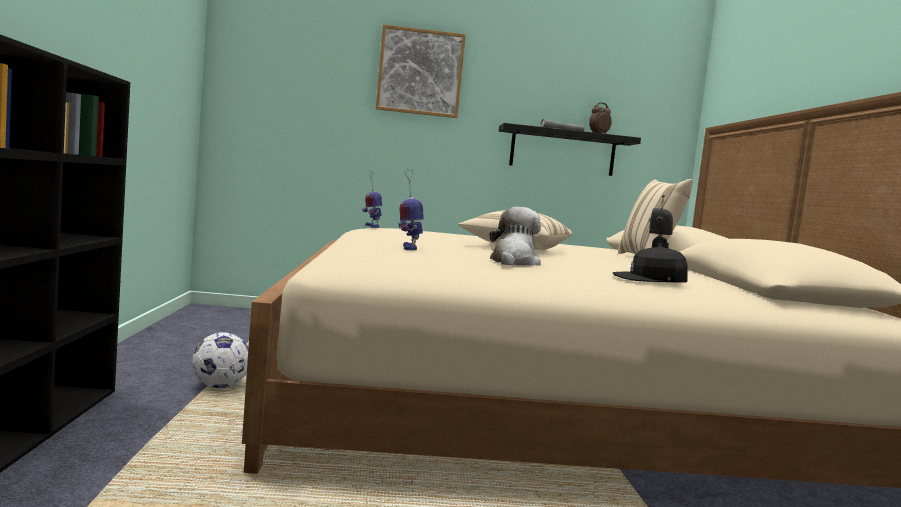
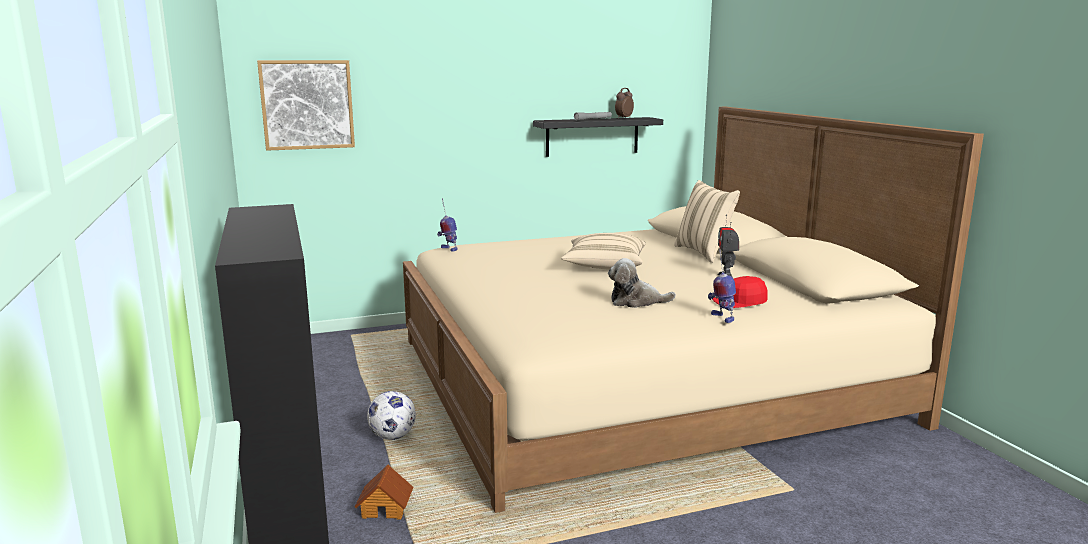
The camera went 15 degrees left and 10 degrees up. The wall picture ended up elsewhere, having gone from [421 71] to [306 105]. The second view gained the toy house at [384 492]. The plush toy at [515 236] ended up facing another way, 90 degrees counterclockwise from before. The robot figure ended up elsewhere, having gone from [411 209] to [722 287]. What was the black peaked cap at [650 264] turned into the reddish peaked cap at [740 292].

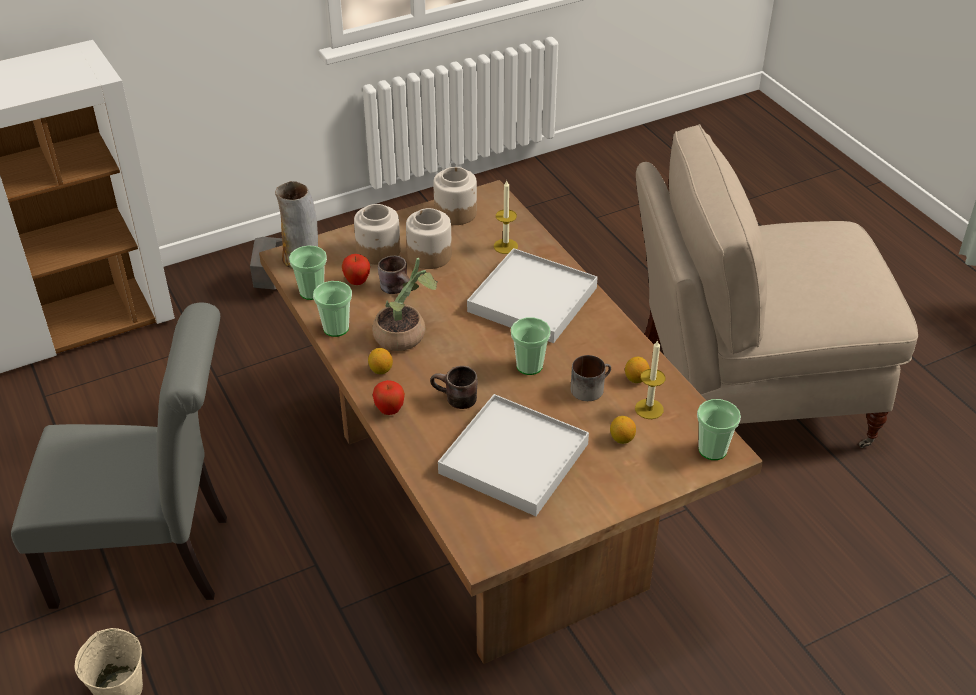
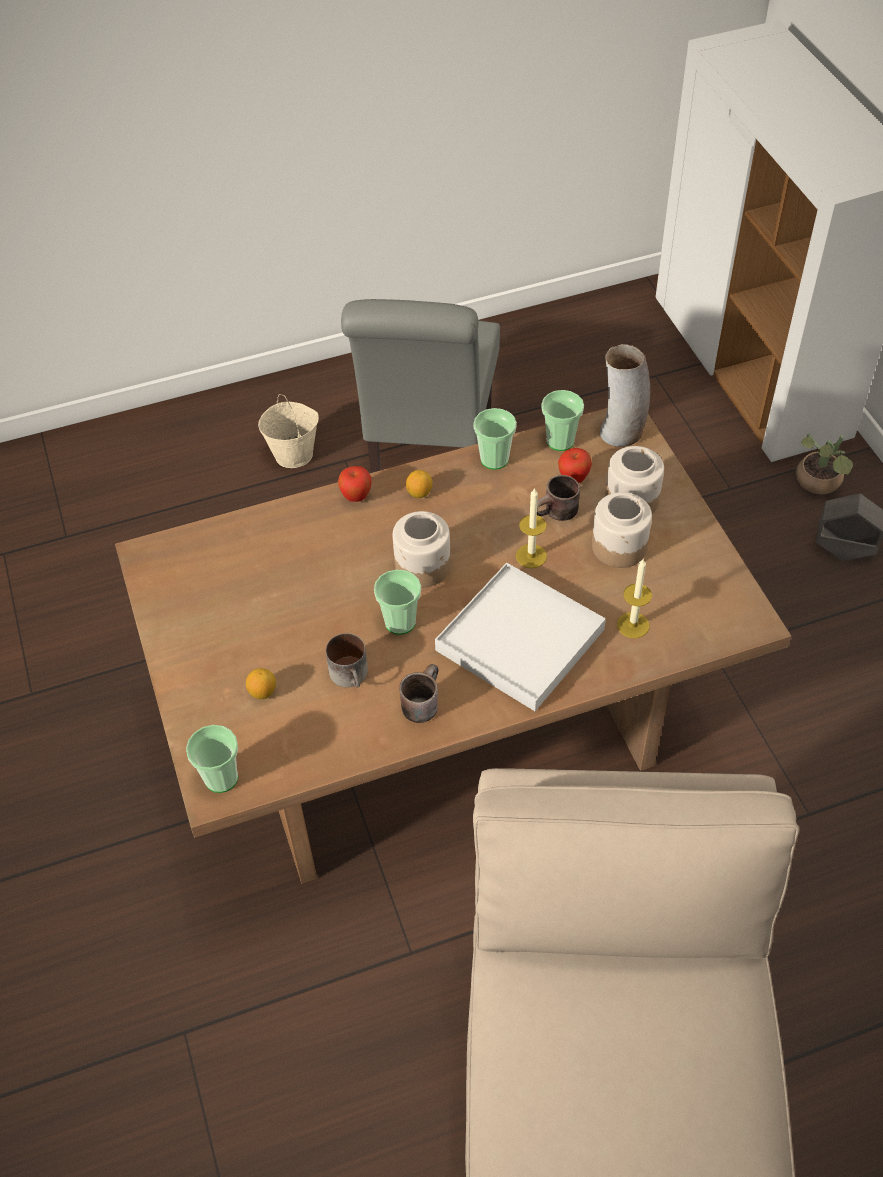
The camera went 100 degrees right and 10 degrees up. The preserve jar ended up elsewhere, having gone from [455 196] to [422 549]. The brownish coffee mug ended up elsewhere, having gone from [453 387] to [418 693]. The candle ended up elsewhere, having gone from [650 379] to [531 528]. The plant in a pot ended up elsewhere, having gone from [405 304] to [824 463]. The second view lost the white carrying tray at [513 455]. The second view lost the lemon at [637 370].

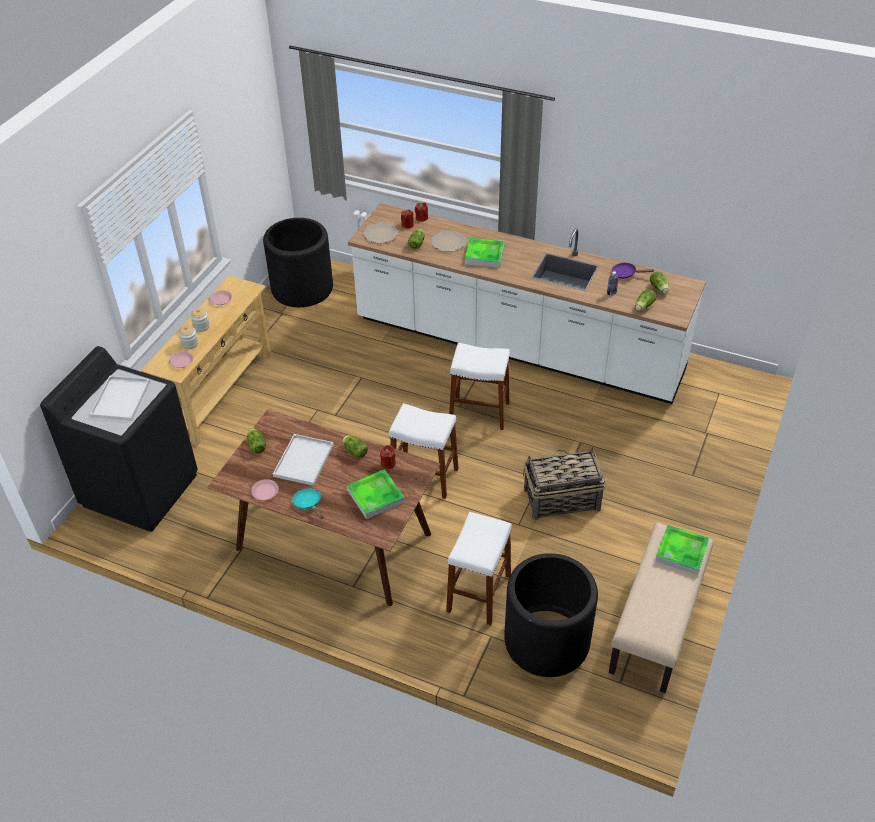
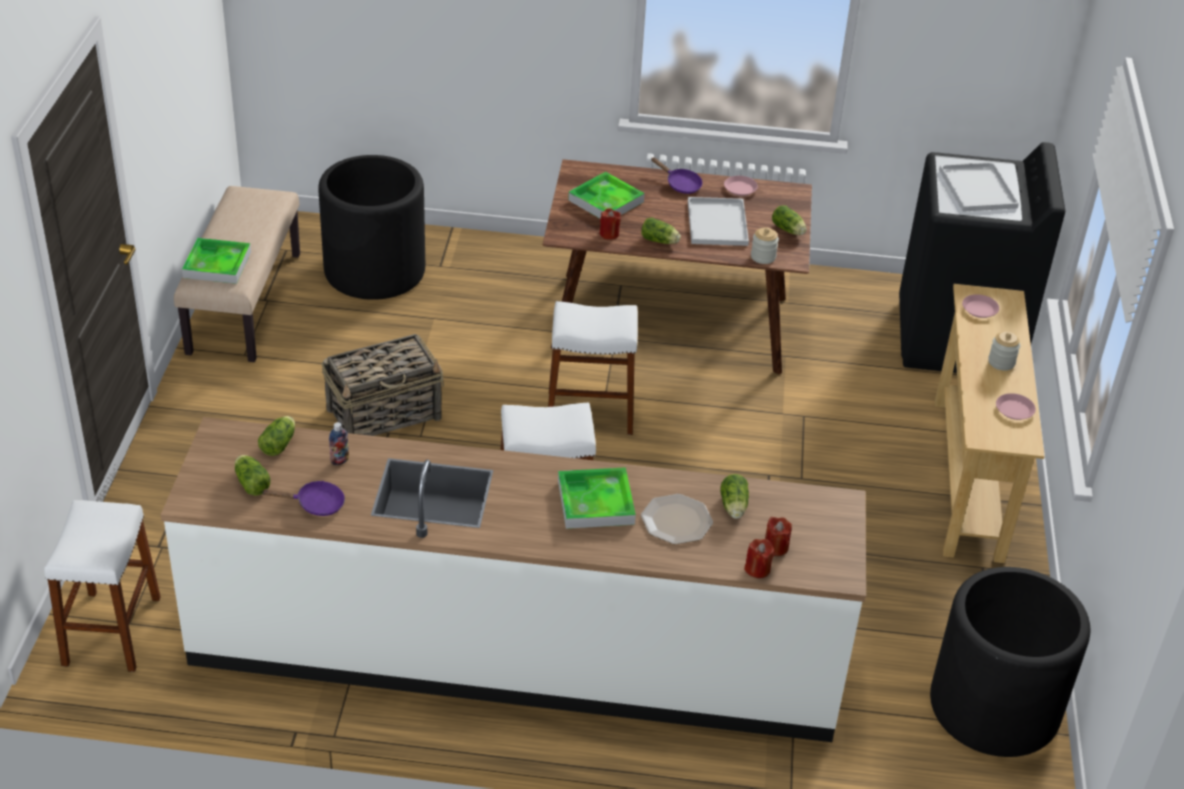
The camera went 160 degrees right and 5 degrees down. The white stool seat ended up elsewhere, having gone from [479 568] to [102 586]. What was the turquoise-coloured skillet at [308 503] turned into the purple-coloured skillet at [676 175]. The preserve jar ended up elsewhere, having gone from [188 337] to [765 246]. The second view lost the dinner plate at [381 233].

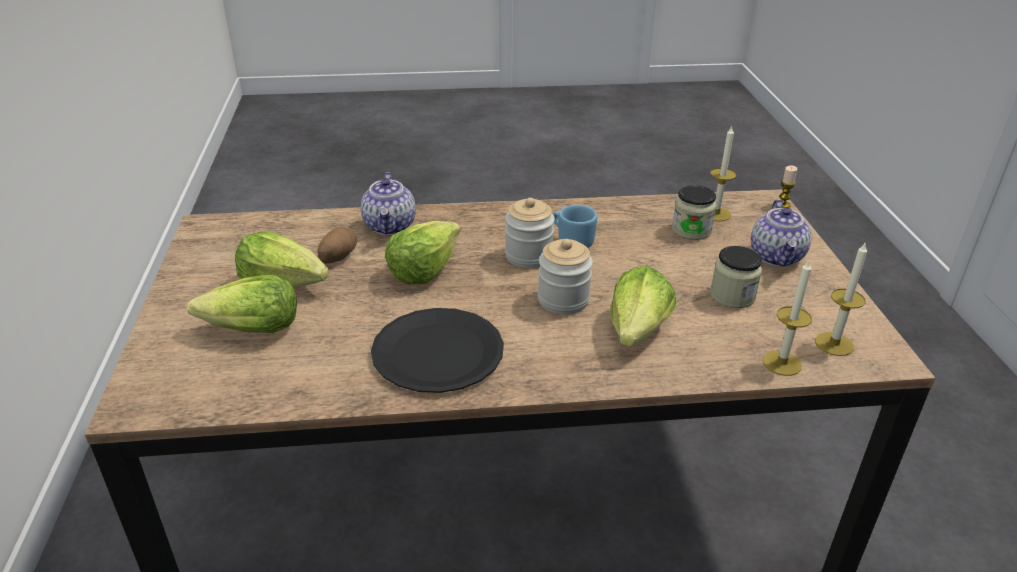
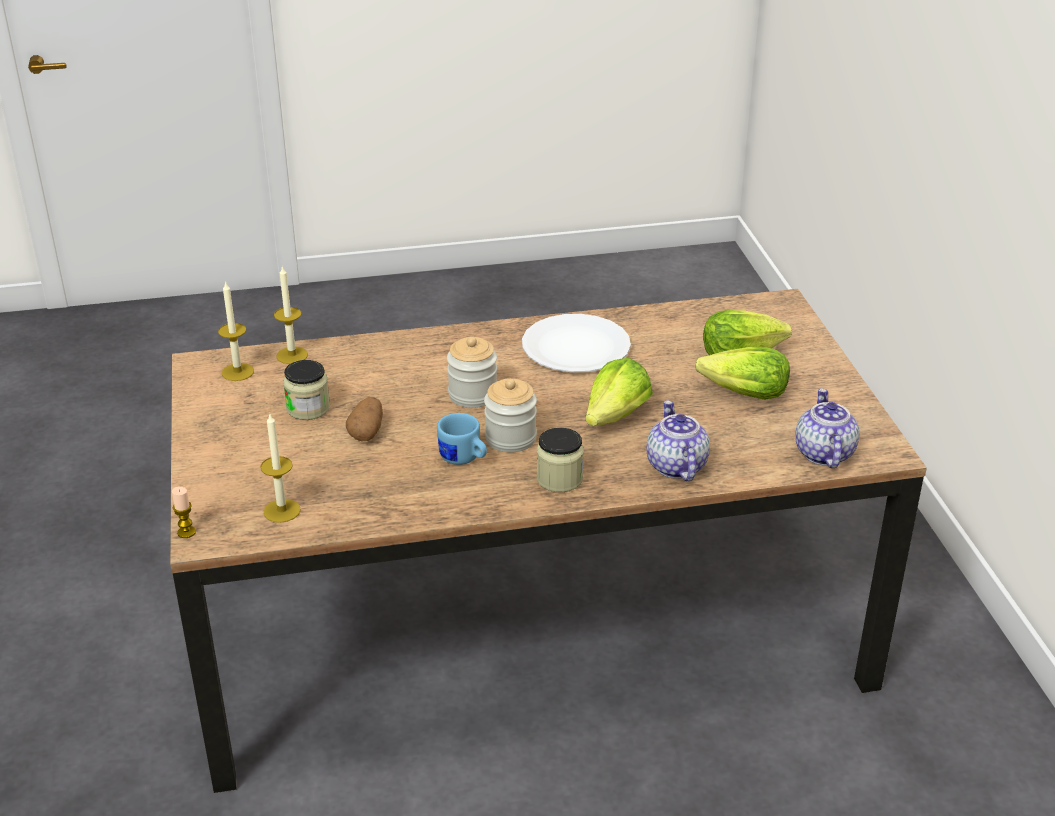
The camera went 175 degrees right and 0 degrees up. The potato ended up elsewhere, having gone from [337 245] to [364 419]. What was the black dinner plate at [437 350] turned into the white dinner plate at [576 343]. The preserve jar ended up elsewhere, having gone from [694 212] to [560 460]. The pot for tea ended up elsewhere, having gone from [781 233] to [827 428]. The second view lost the head of lettuce at [643 306].

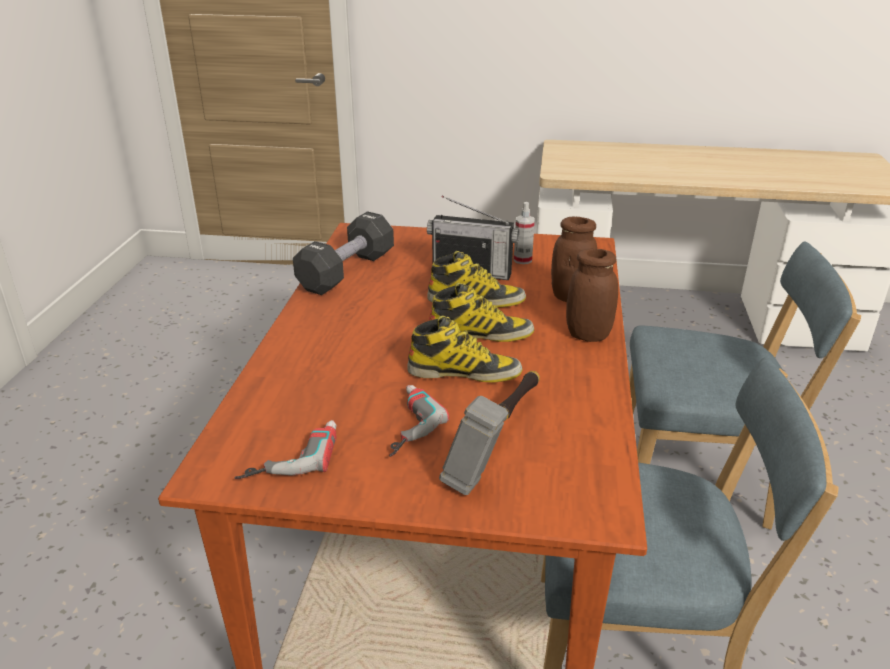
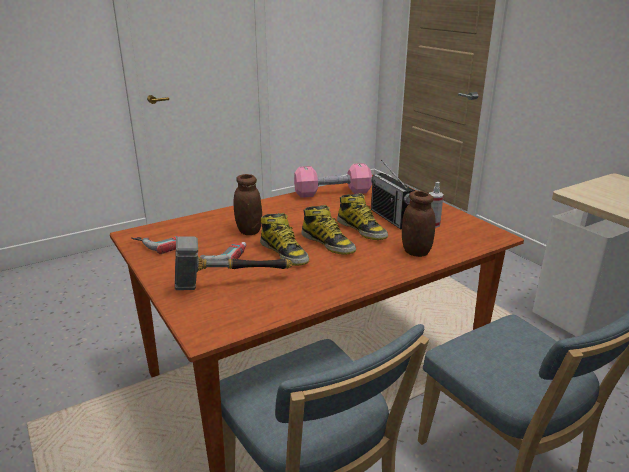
The camera went 50 degrees right and 5 degrees down. The brownish preserve jar ended up elsewhere, having gone from [592 295] to [247 204]. What was the black dumbbell at [343 253] turned into the pink dumbbell at [333 180].

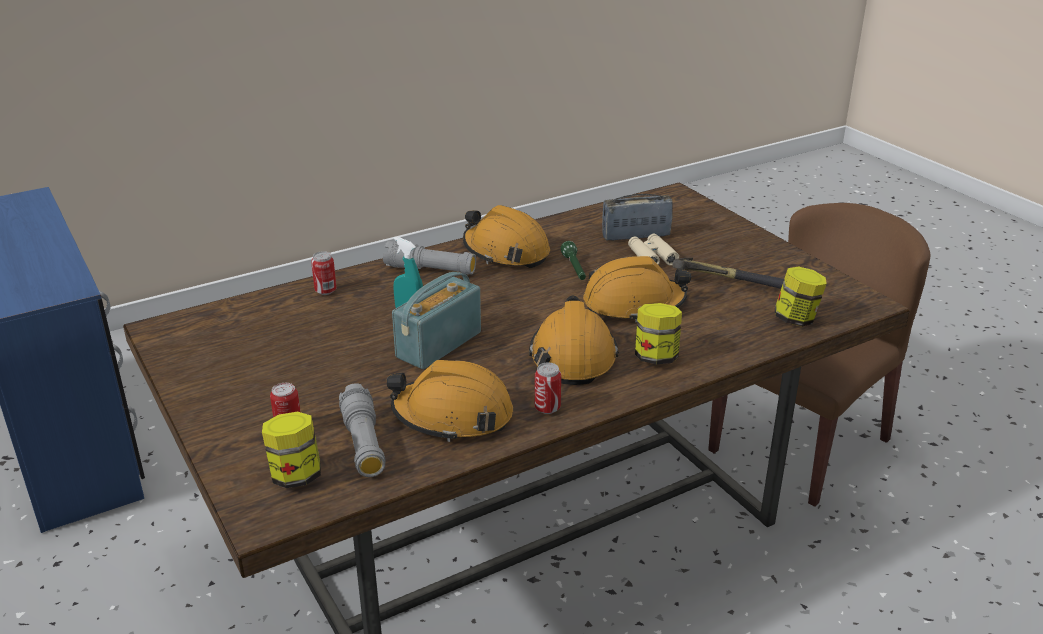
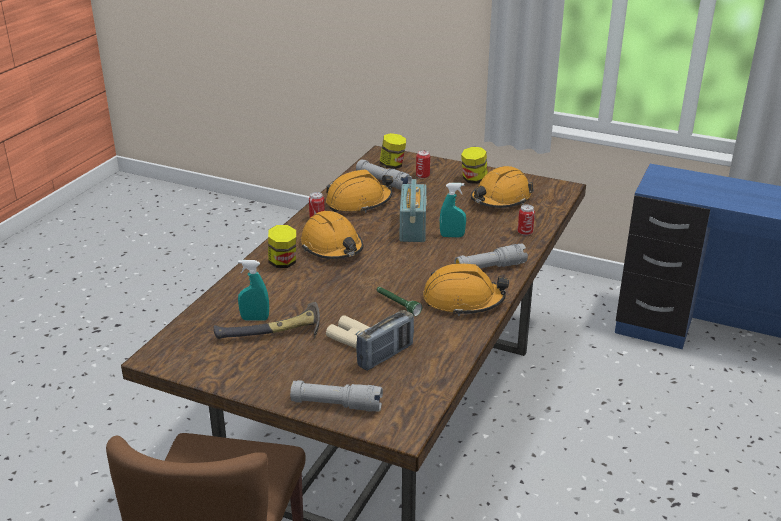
The camera went 145 degrees right and 0 degrees up. The second view gained the turquoise-coloured hand sprayer at [253 290]. The second view gained the greyish torch at [336 396]. The preserve jar ended up elsewhere, having gone from [801 296] to [474 165]. The orangey safety helmet ended up elsewhere, having gone from [637 289] to [502 187].

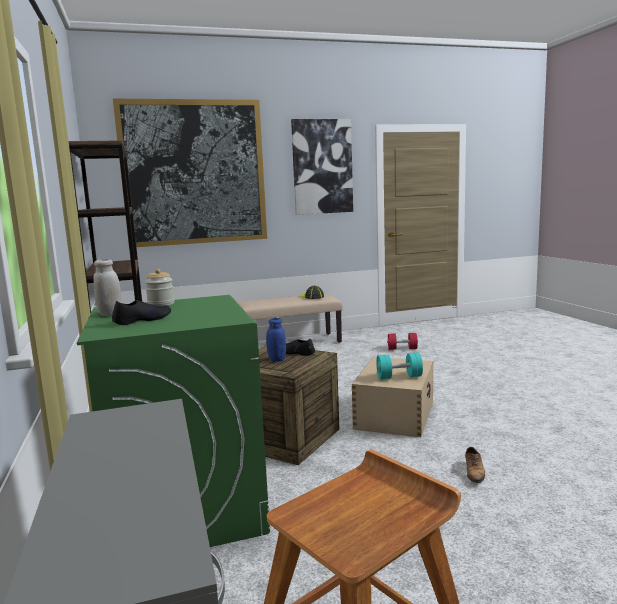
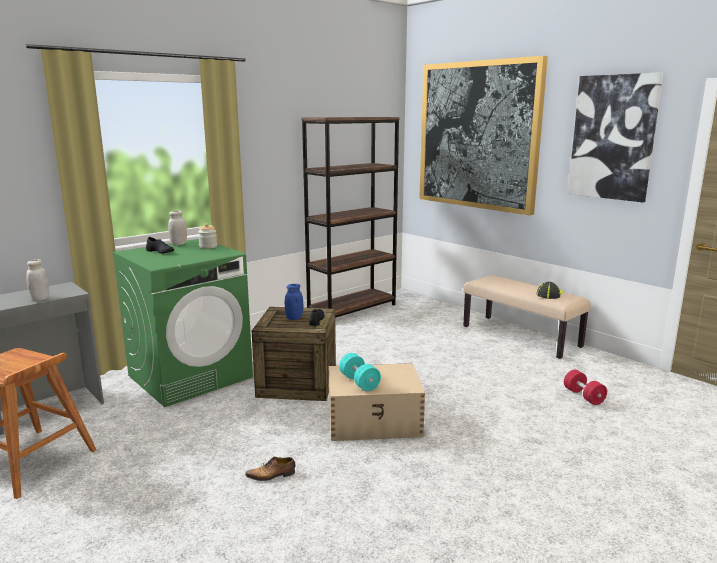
The camera went 65 degrees right and 5 degrees up. The second view gained the white preserve jar at [37 280].

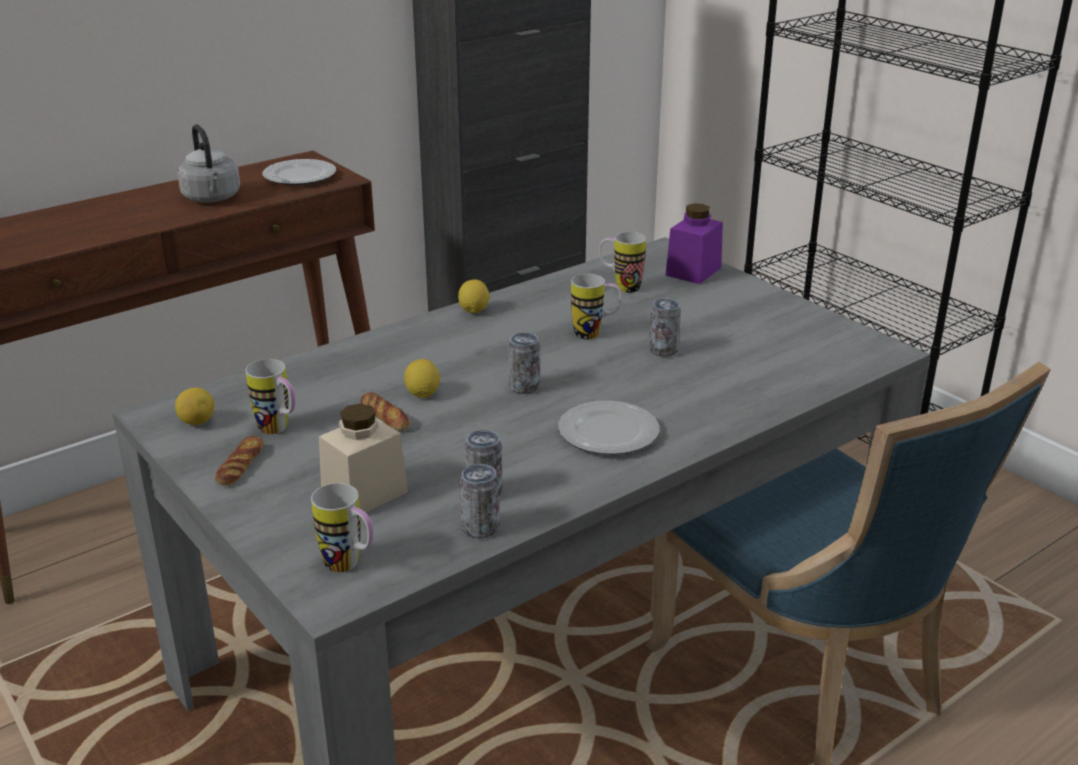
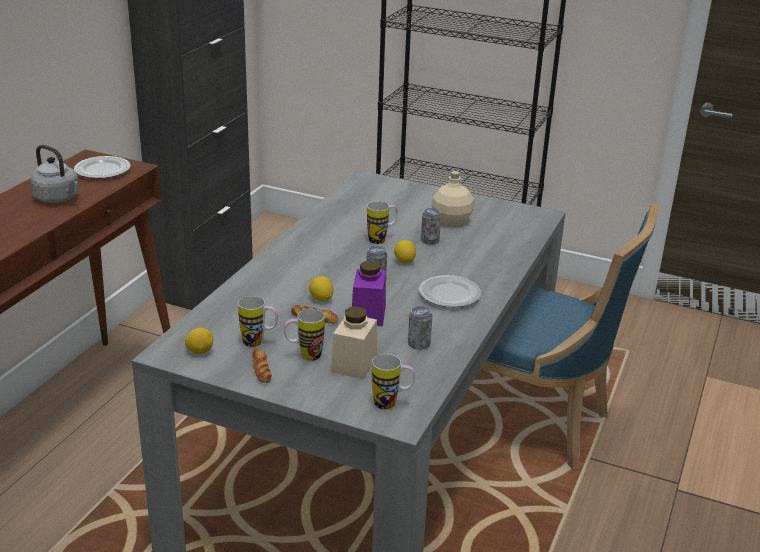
The camera went 30 degrees left and 0 degrees up. The coffee mug ended up elsewhere, having gone from [622 262] to [304 335]. The purple-coloured preserve jar ended up elsewhere, having gone from [694 243] to [369 293]. The lemon ended up elsewhere, having gone from [474 296] to [405 252]. The second view gained the sand-coloured bottle at [452 198]. The second view lost the metal can at [480 501].

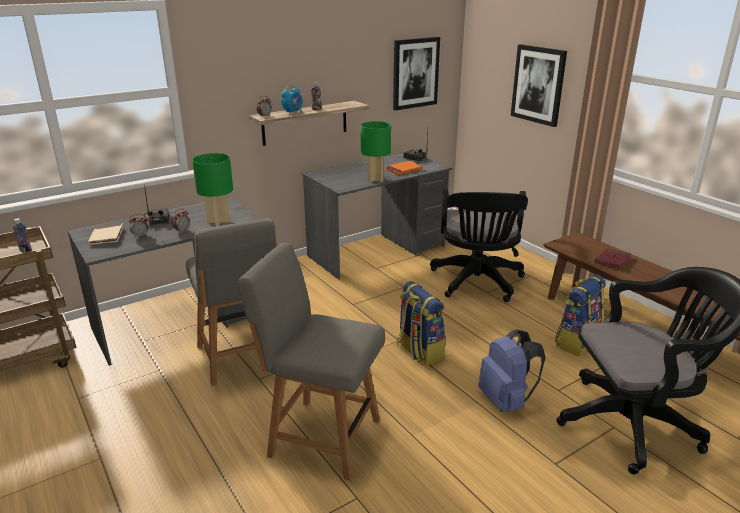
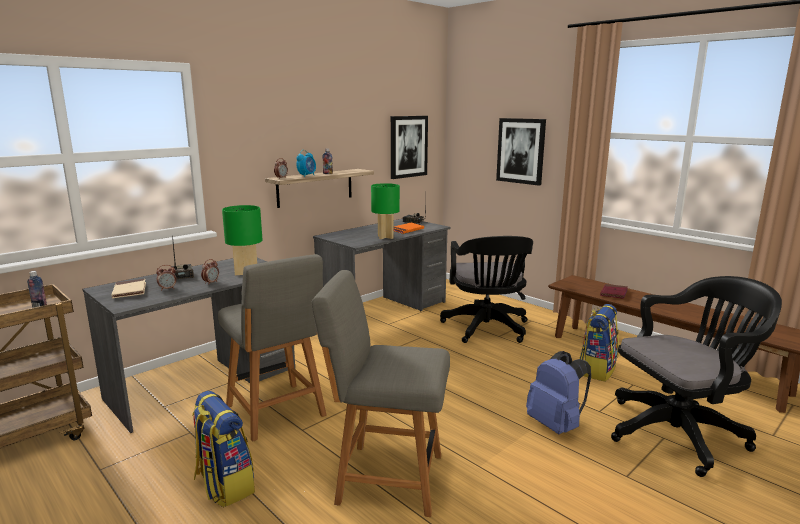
The camera went 10 degrees left and 10 degrees down. The backpack ended up elsewhere, having gone from [421 323] to [223 449].

